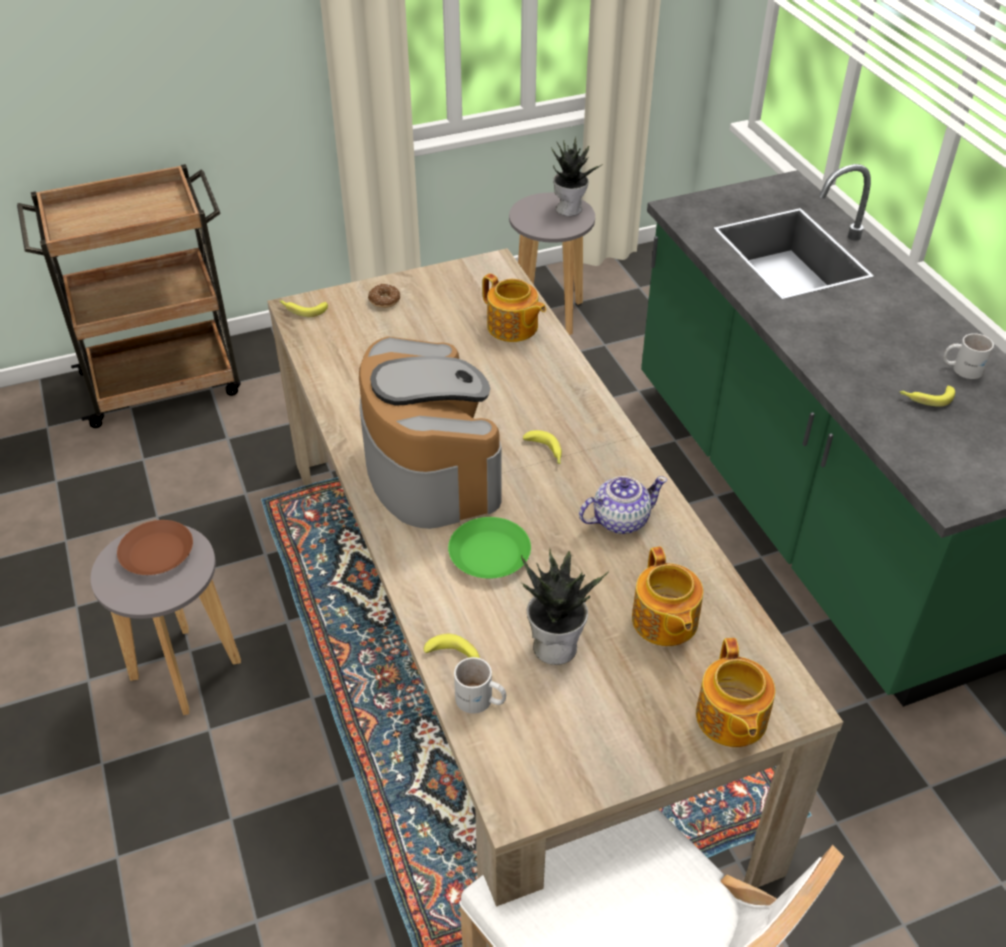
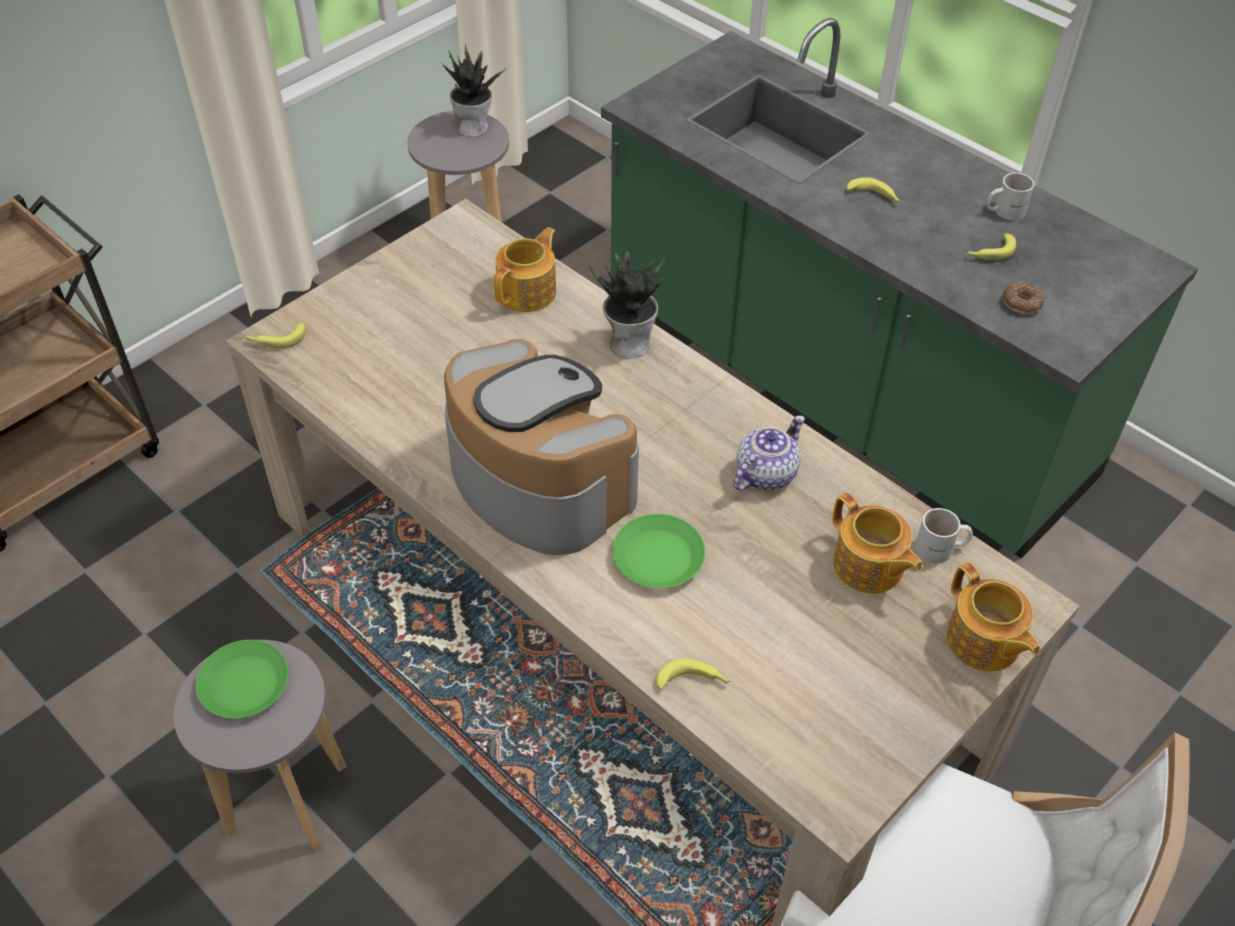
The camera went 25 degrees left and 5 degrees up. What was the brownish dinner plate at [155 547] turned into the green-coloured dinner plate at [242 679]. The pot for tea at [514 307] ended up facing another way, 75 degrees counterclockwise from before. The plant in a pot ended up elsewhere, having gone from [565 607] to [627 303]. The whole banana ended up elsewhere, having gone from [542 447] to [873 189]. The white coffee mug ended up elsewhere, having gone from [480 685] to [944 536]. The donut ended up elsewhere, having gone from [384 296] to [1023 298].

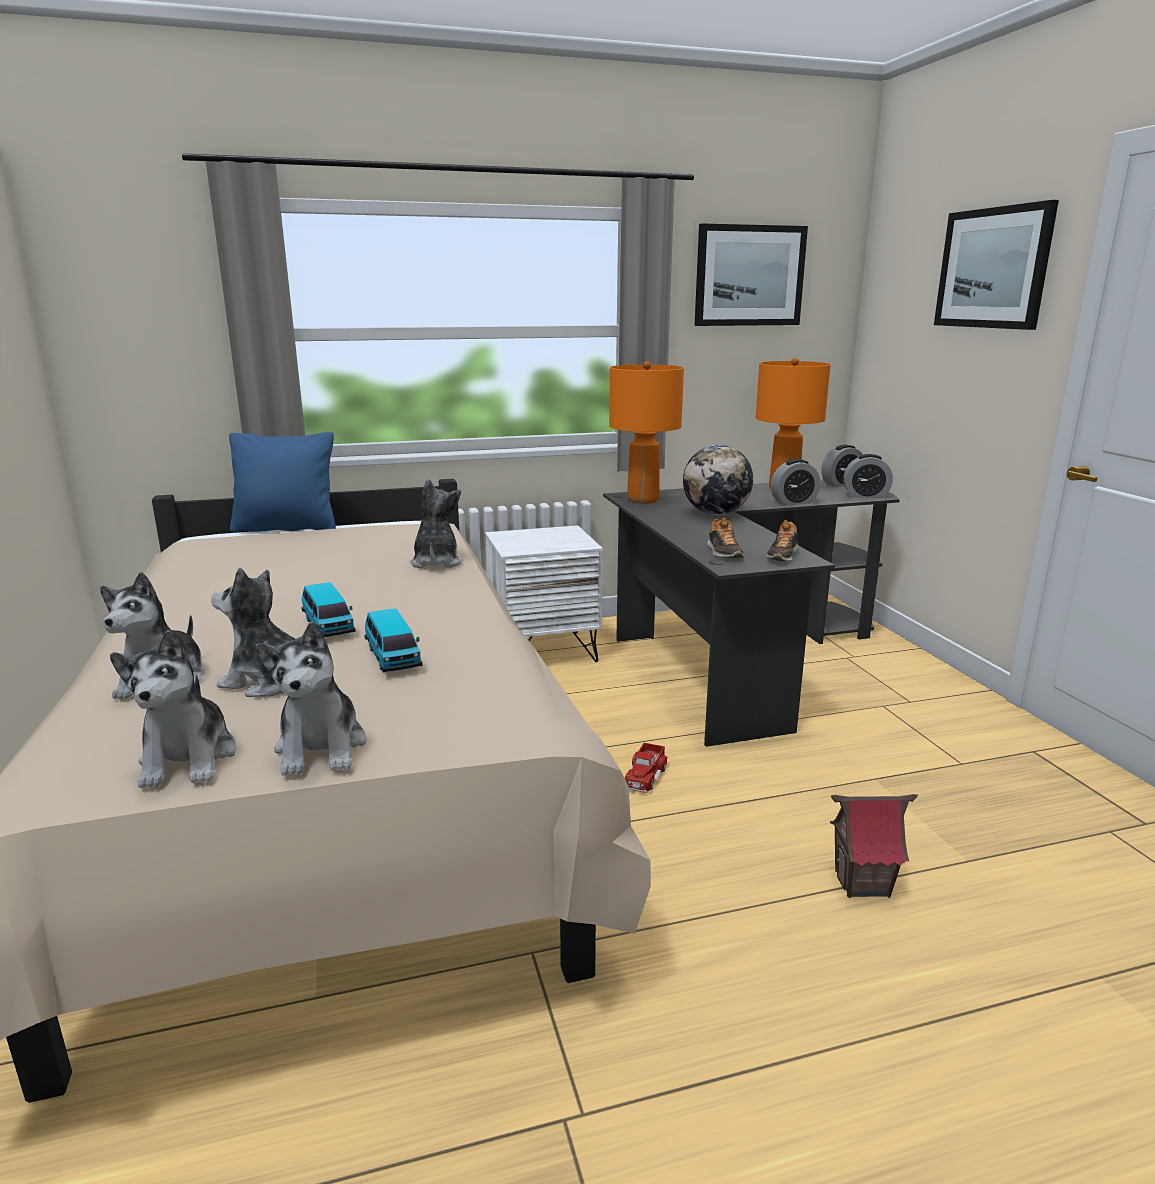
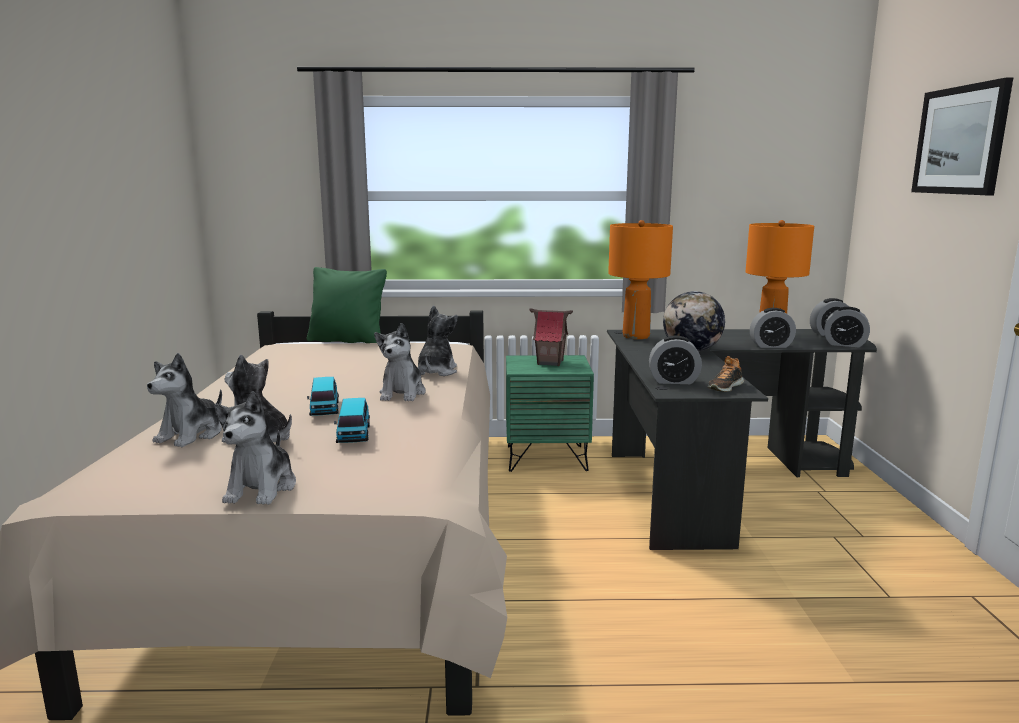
The camera went 15 degrees right and 5 degrees down. What was the bluish pillow at [282 482] turned into the green-coloured pillow at [347 305]. The plush toy ended up elsewhere, having gone from [173 709] to [400 362]. What was the white bedside table at [544 593] turned into the green-coloured bedside table at [550 413]. The toy house ended up elsewhere, having gone from [874 846] to [551 337]. Where the item of footwear stood at [725 538], the alarm clock came to stand at [675 360]. The second view lost the model truck at [646 768]. The second view lost the wall picture at [751 275].

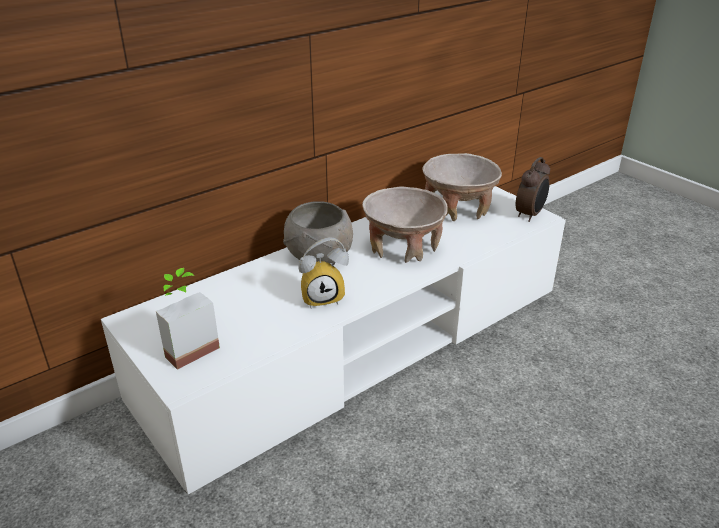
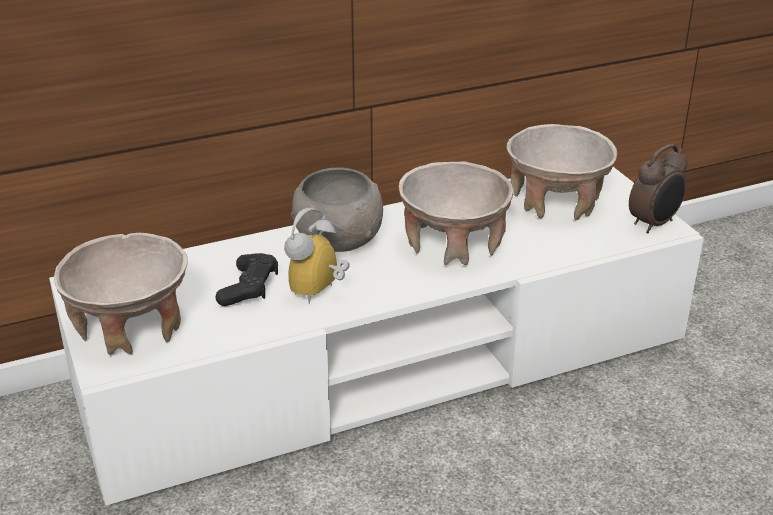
The camera went 15 degrees right and 0 degrees up. Where the plant in a pot stood at [188 319], the sand-coloured serving bowl came to stand at [121 293]. The second view gained the black gamepad at [247 279]. The alarm clock at [323 273] ended up facing another way, 120 degrees clockwise from before.

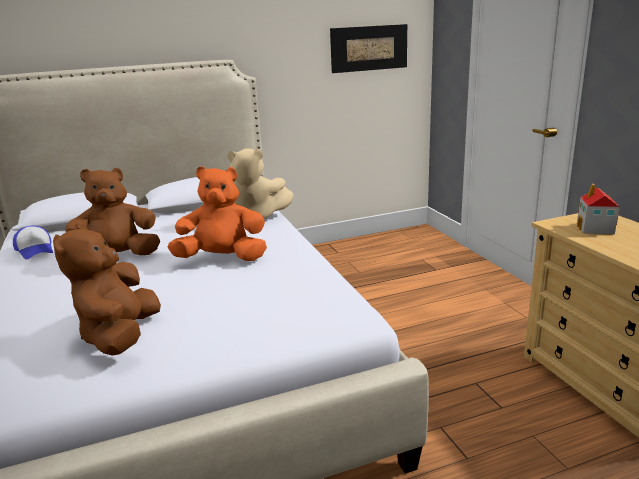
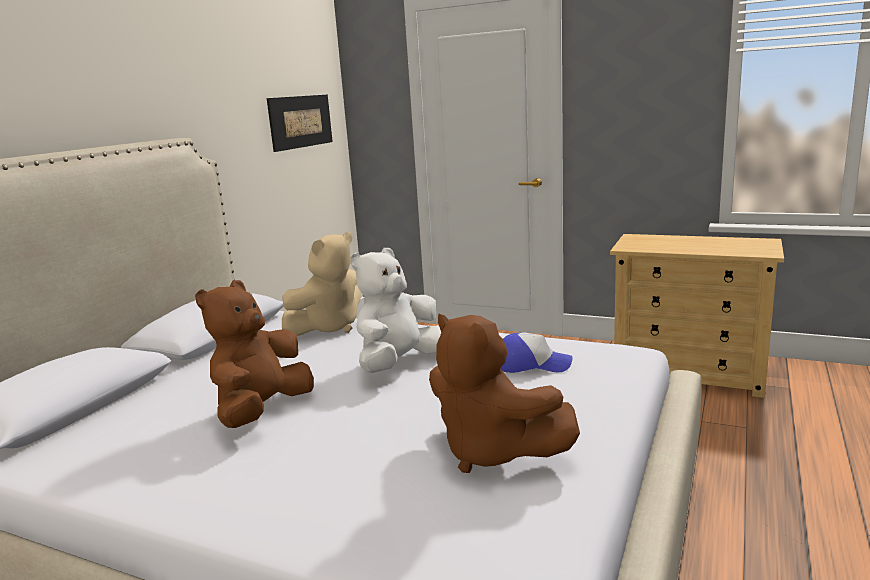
The camera went 45 degrees left and 5 degrees down. What was the orangey plush toy at [217 213] turned into the white plush toy at [396 310]. The peaked cap ended up elsewhere, having gone from [33 243] to [536 352]. The second view lost the toy house at [598 209].

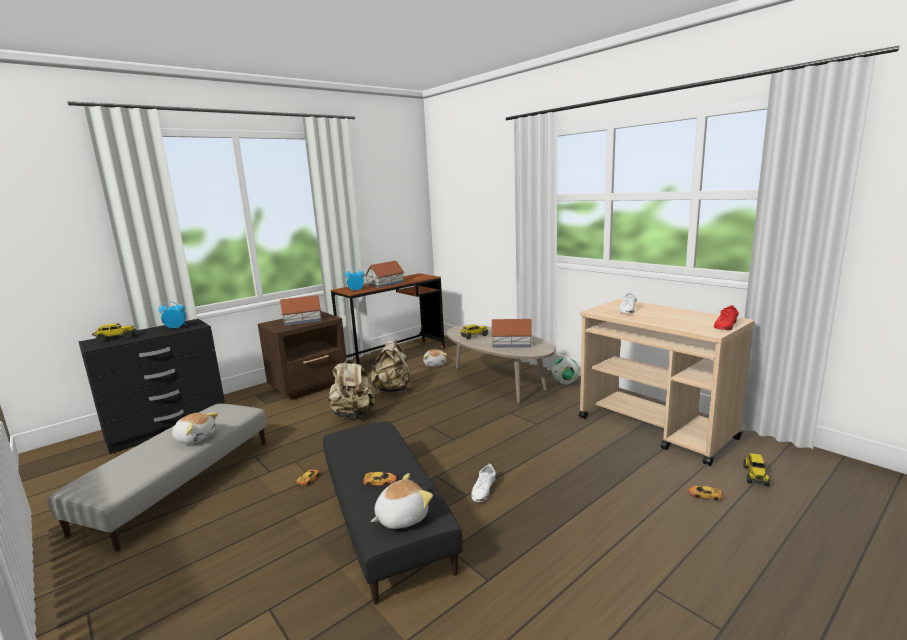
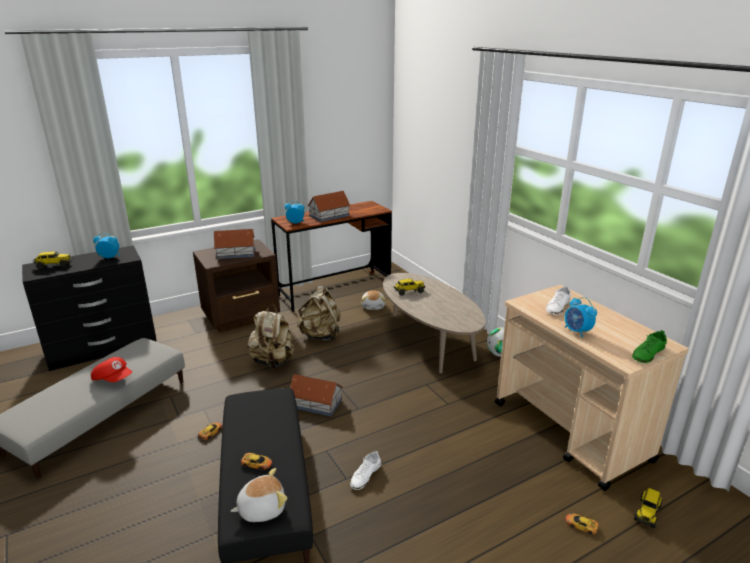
The camera went 10 degrees right and 10 degrees up. Where the plush toy stood at [195 428], the reddish peaked cap came to stand at [111 369]. The toy house ended up elsewhere, having gone from [511 333] to [316 395]. The second view gained the alarm clock at [581 317]. What was the reddish item of footwear at [726 317] turned into the green-coloured item of footwear at [649 346].

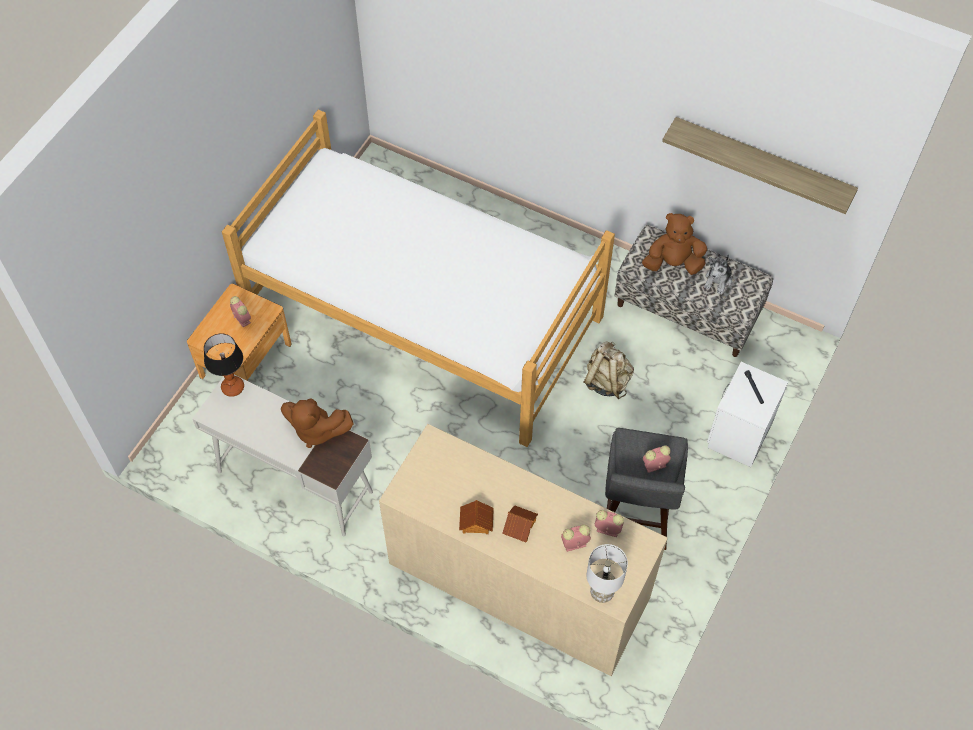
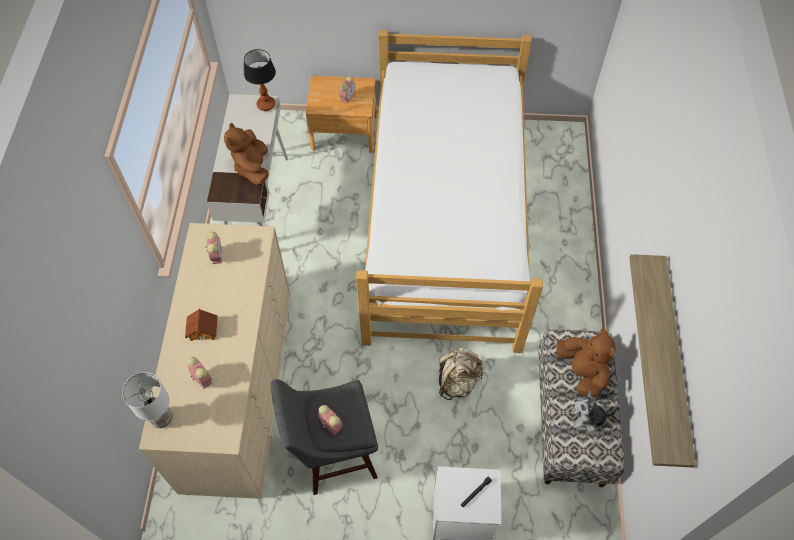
The camera went 65 degrees right and 0 degrees up. The alarm clock ended up elsewhere, having gone from [609 523] to [213 247]. The second view lost the toy house at [476 517].

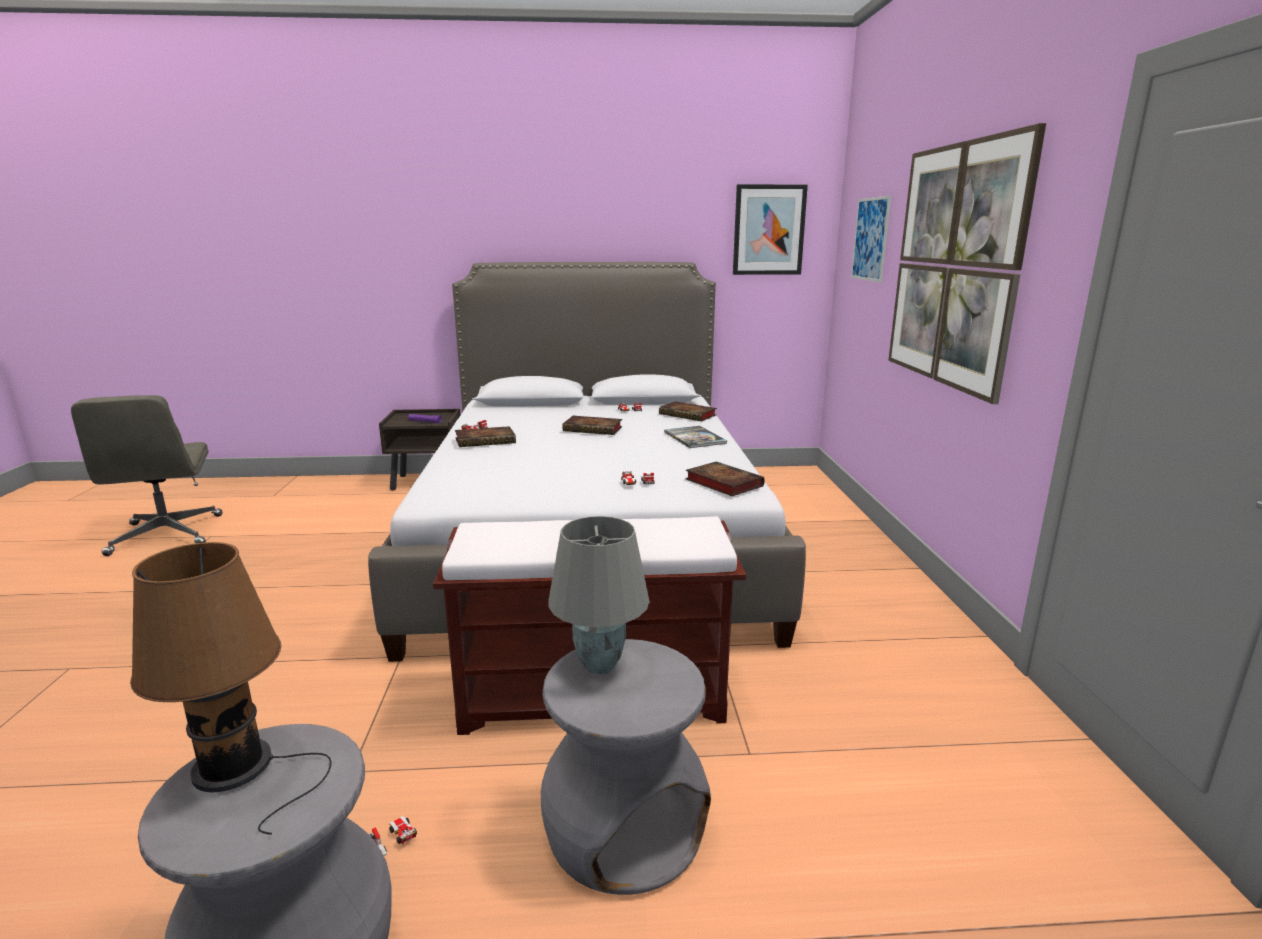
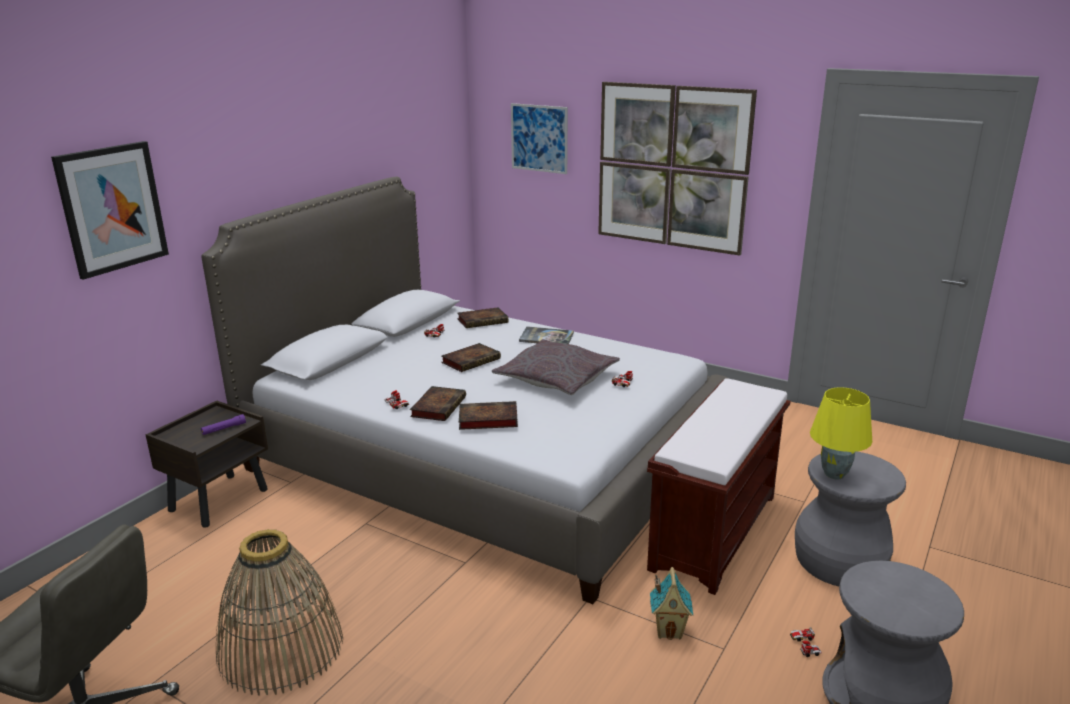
The camera went 55 degrees left and 5 degrees up. The wall picture ended up elsewhere, having gone from [770 229] to [110 210]. The second view gained the basket at [279 612]. The book ended up elsewhere, having gone from [725 478] to [488 415]. The second view gained the greyish pillow at [556 367]. The second view gained the toy house at [671 603]. What was the greyish table lamp at [599 595] turned into the yellow-coloured table lamp at [841 433]. The second view lost the brownish table lamp at [231 688].

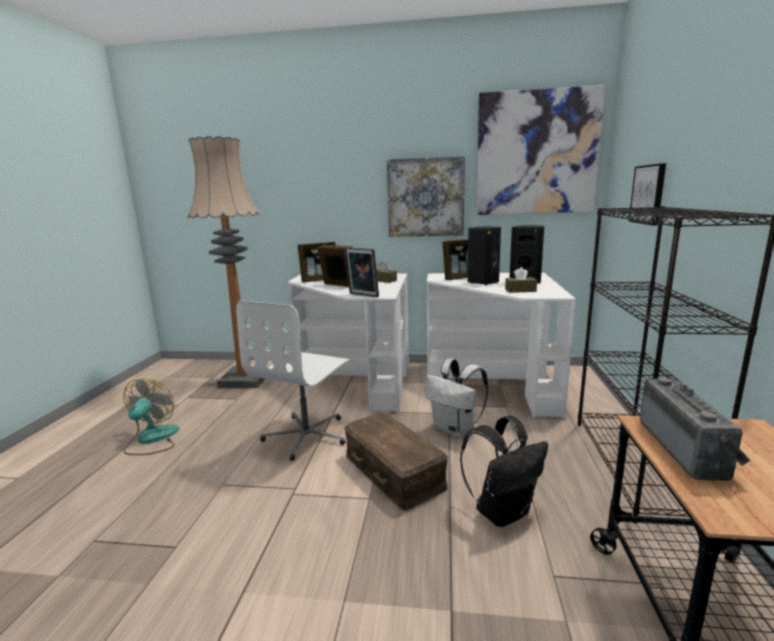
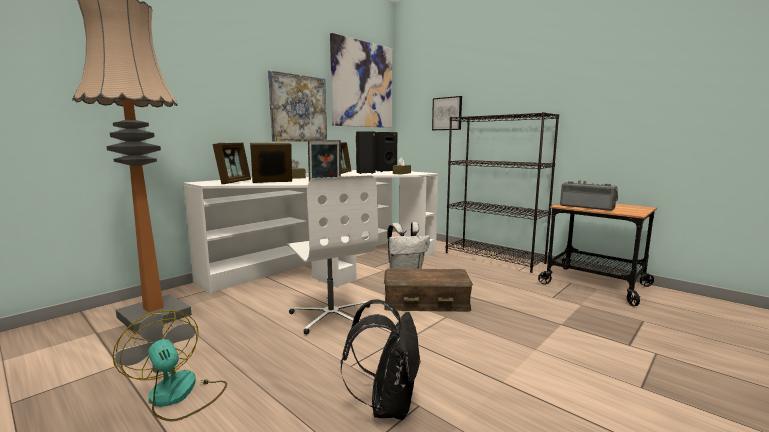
The camera went 55 degrees left and 5 degrees down. The black backpack ended up elsewhere, having gone from [504 471] to [381 359].

